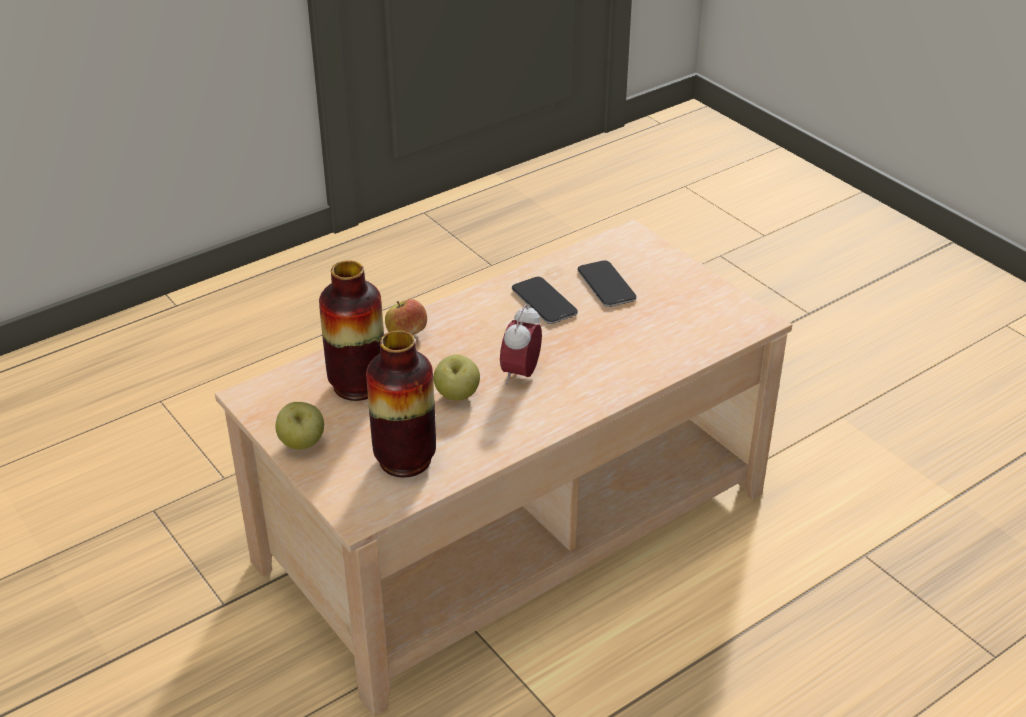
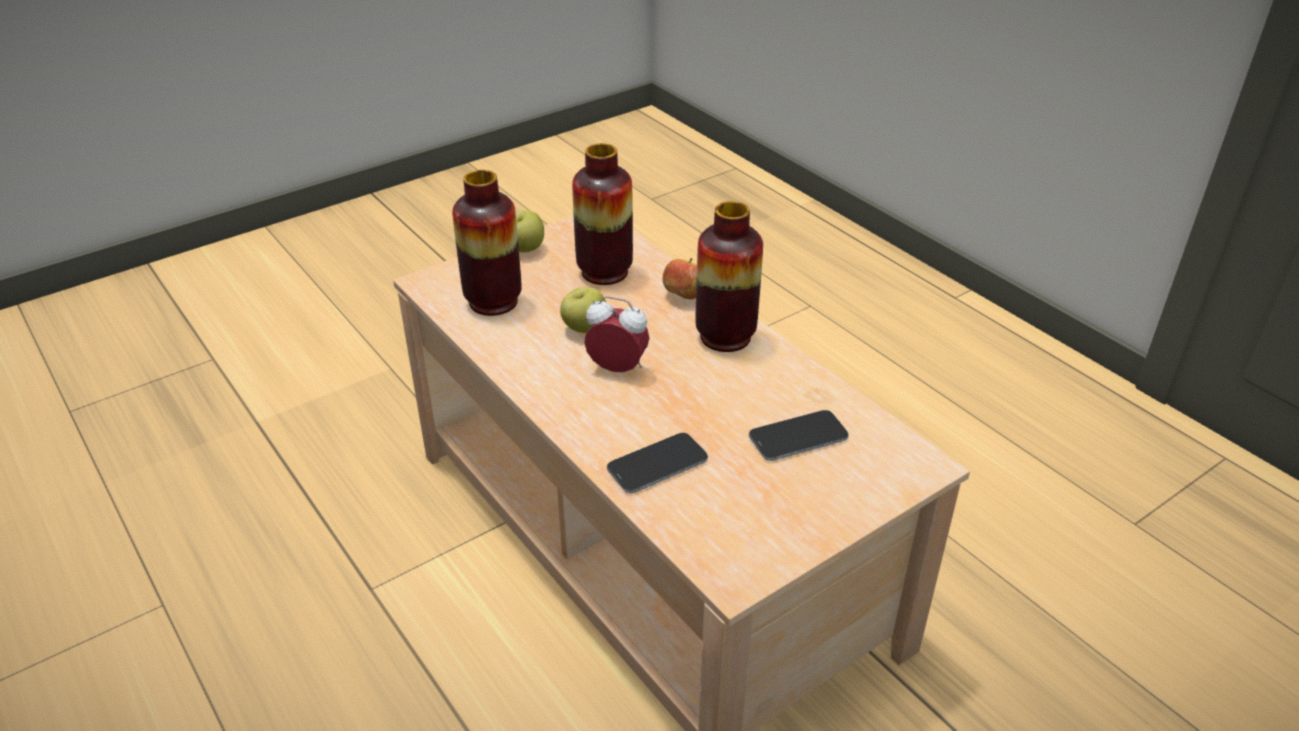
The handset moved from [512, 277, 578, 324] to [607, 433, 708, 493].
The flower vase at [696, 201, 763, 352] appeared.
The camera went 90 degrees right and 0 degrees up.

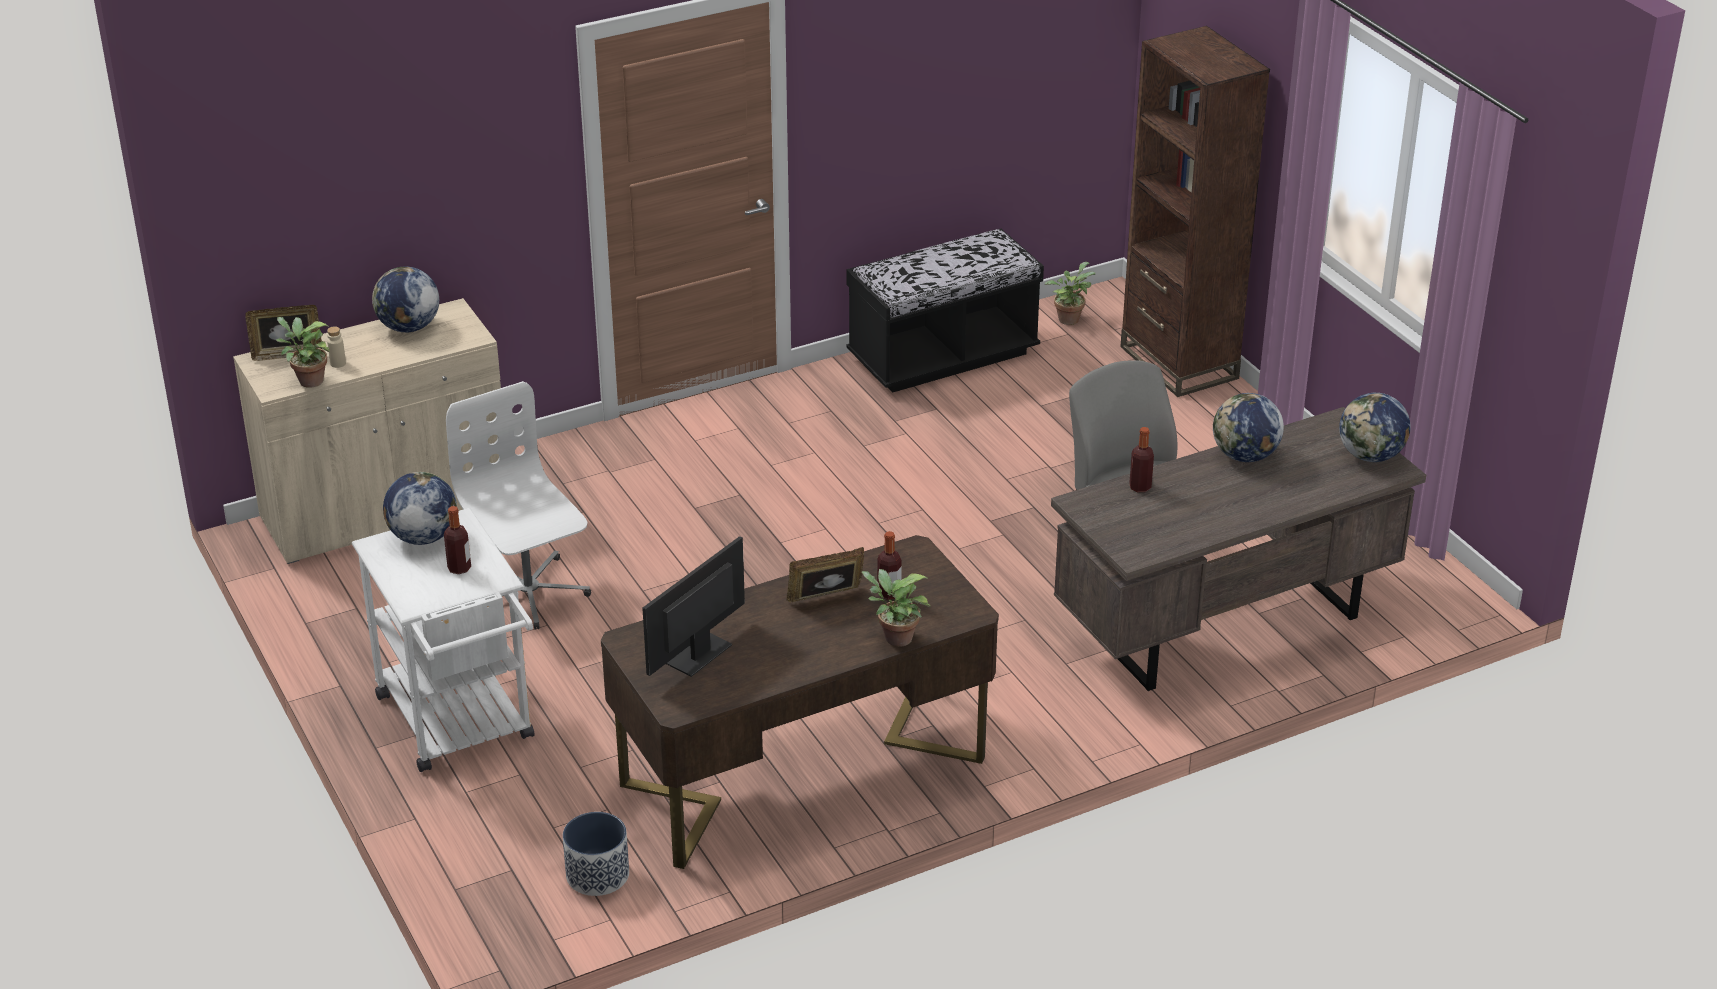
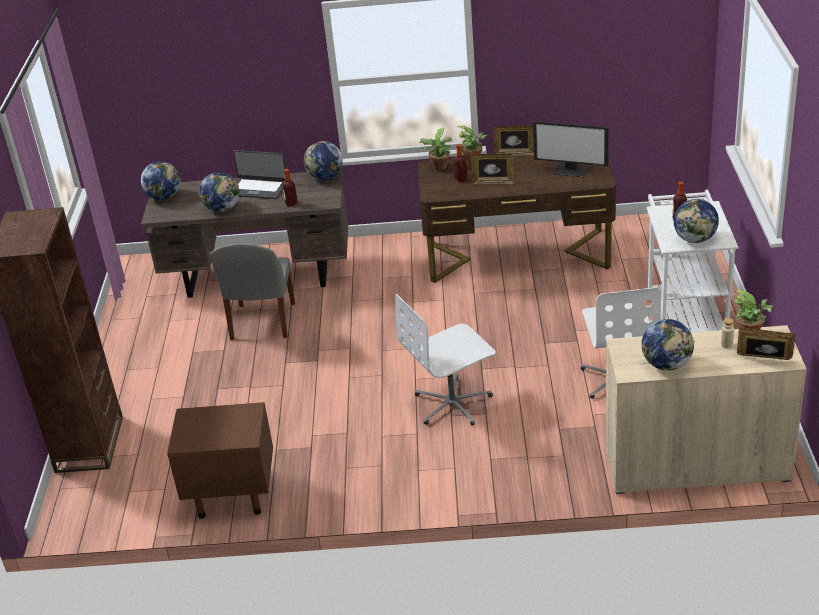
The plant pot at [563, 812, 629, 896] disappeared.
The computer screen at [642, 536, 745, 677] turned 45 degrees clockwise.
The indoor bench (black-coloured) at [846, 229, 1044, 392] was replaced by the nightstand (brown) at [167, 402, 273, 519].
The houseplant moved from [1045, 262, 1095, 325] to [418, 128, 452, 171].
The portable computer at [233, 150, 286, 199] appeared.
The desk globe at [304, 141, 343, 180] appeared.
The desk chair (white) at [395, 294, 496, 426] appeared.
The standing frame at [494, 125, 534, 156] appeared.
The camera went 150 degrees left and 0 degrees up.

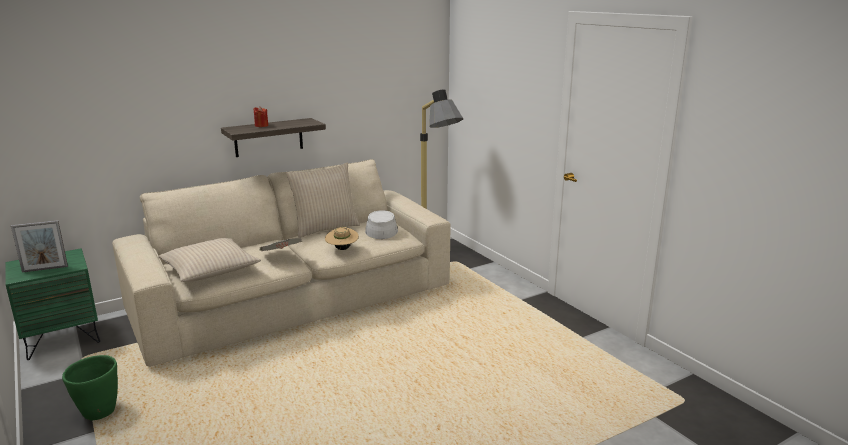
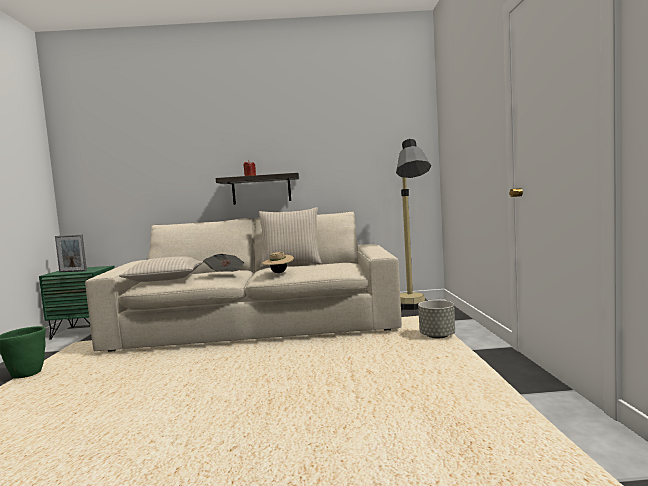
The hat (grey) at [365, 210, 398, 239] disappeared.
The plant pot (grey) at [418, 300, 455, 339] appeared.
The camera went 30 degrees right and 15 degrees down.

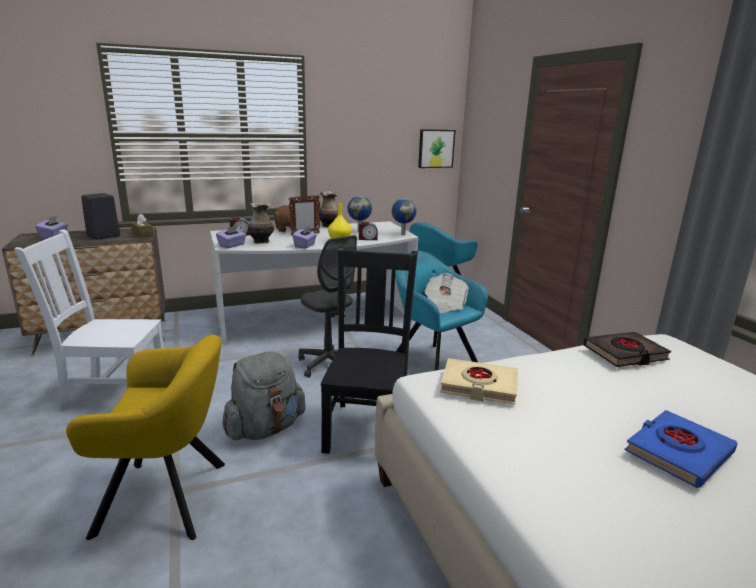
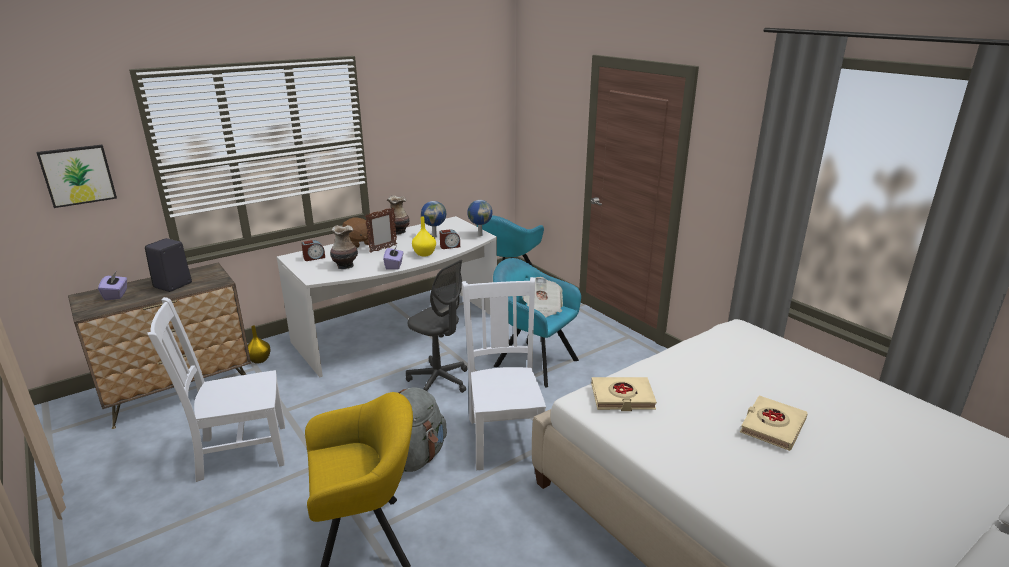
The box of tissues (brown) at [131, 214, 153, 238] disappeared.
The box of tissues (purple-coloured) at [216, 226, 246, 248] disappeared.
The chair (black-coloured) at [321, 247, 418, 454] became the chair (white) at [462, 277, 546, 470].
The wall art moved from [418, 129, 456, 168] to [36, 145, 117, 208].
The book (black-coloured) at [583, 332, 671, 367] disappeared.
The book (blue-coloured) at [624, 410, 738, 488] became the book (beige-coloured) at [740, 395, 808, 451].
The flower vase (yellow) at [248, 325, 271, 364] appeared.
The camera went 15 degrees left and 5 degrees up.

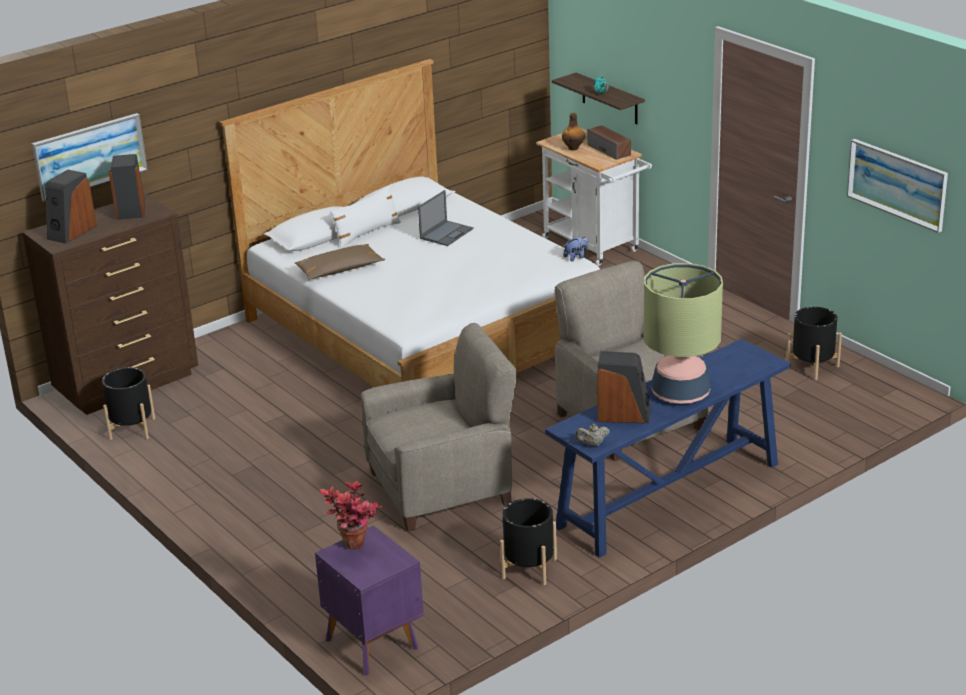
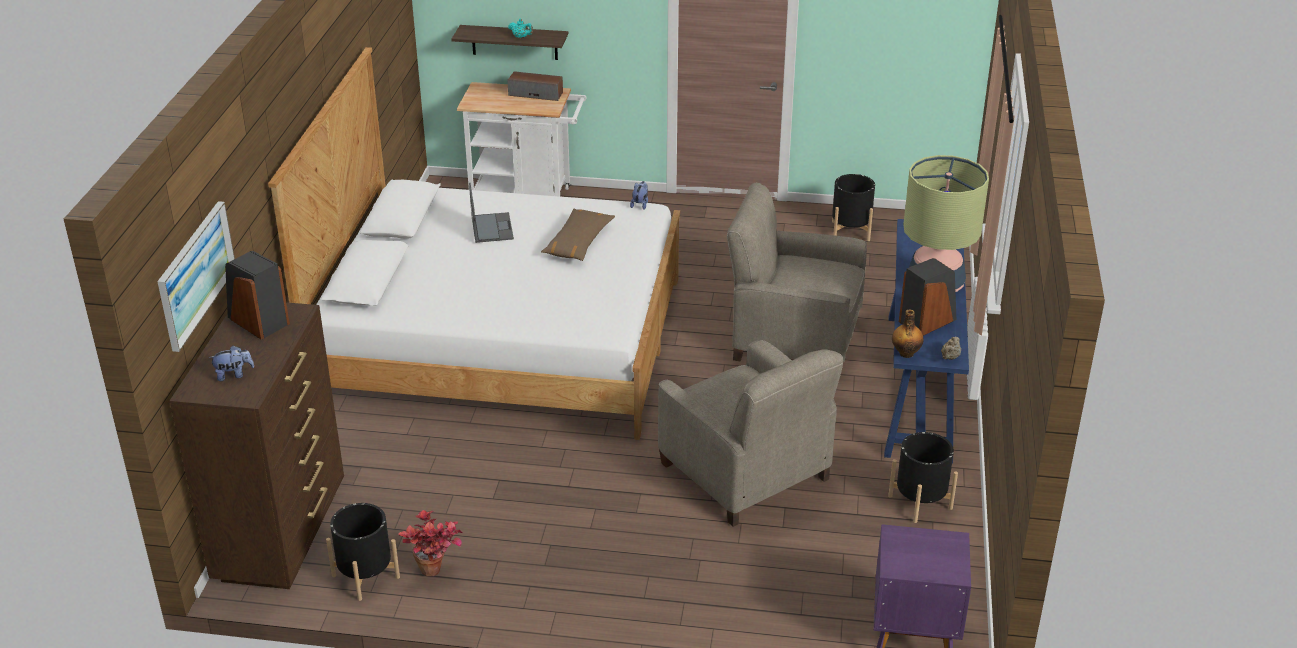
The loudspeaker at [45, 170, 97, 244] was replaced by the cuddly toy at [209, 345, 254, 381].
The throw pillow (brown) moved from [295, 244, 385, 280] to [541, 209, 615, 261].
The houseplant moved from [320, 481, 382, 549] to [398, 510, 463, 576].
The throw pillow (white) at [330, 185, 401, 249] disappeared.
The armchair (beige-coloured) at [361, 323, 517, 532] turned 120 degrees clockwise.
The beverage bottle moved from [562, 113, 585, 150] to [892, 309, 924, 358].
The wall art at [847, 139, 948, 233] disappeared.
The camera went 45 degrees left and 5 degrees up.

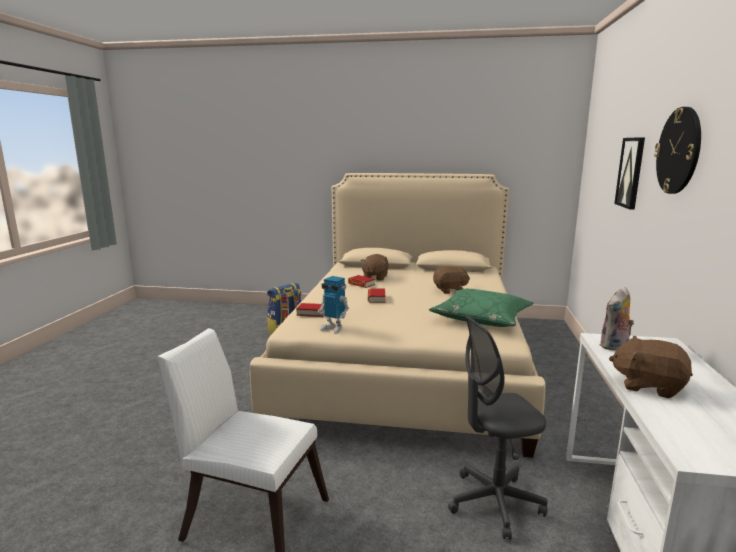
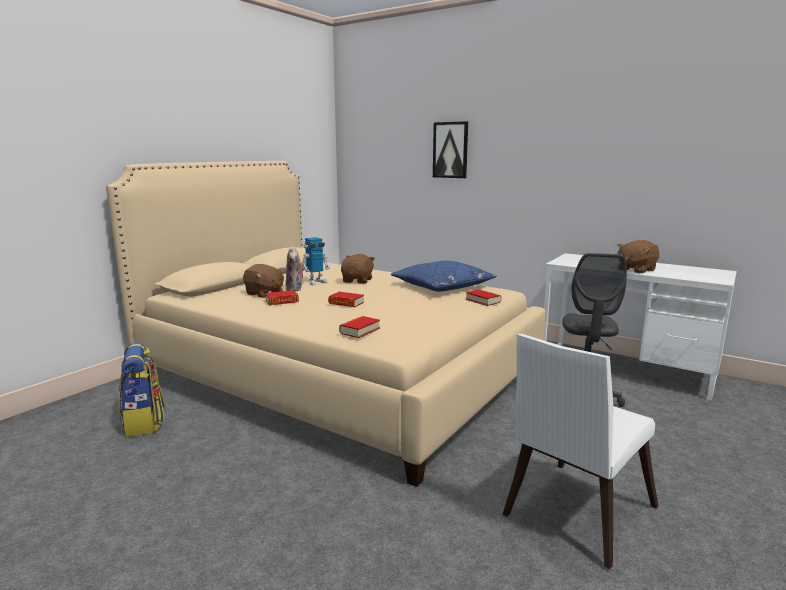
The model robot moved from [318, 276, 349, 334] to [302, 237, 330, 285].
The throw pillow (greenish) at [429, 289, 534, 327] became the throw pillow (blue-coloured) at [391, 260, 497, 292].
The cuddly toy moved from [599, 287, 634, 351] to [286, 246, 305, 292].
The hanging clock at [654, 107, 701, 194] disappeared.
The book at [466, 289, 501, 306] appeared.
The camera went 65 degrees left and 0 degrees up.

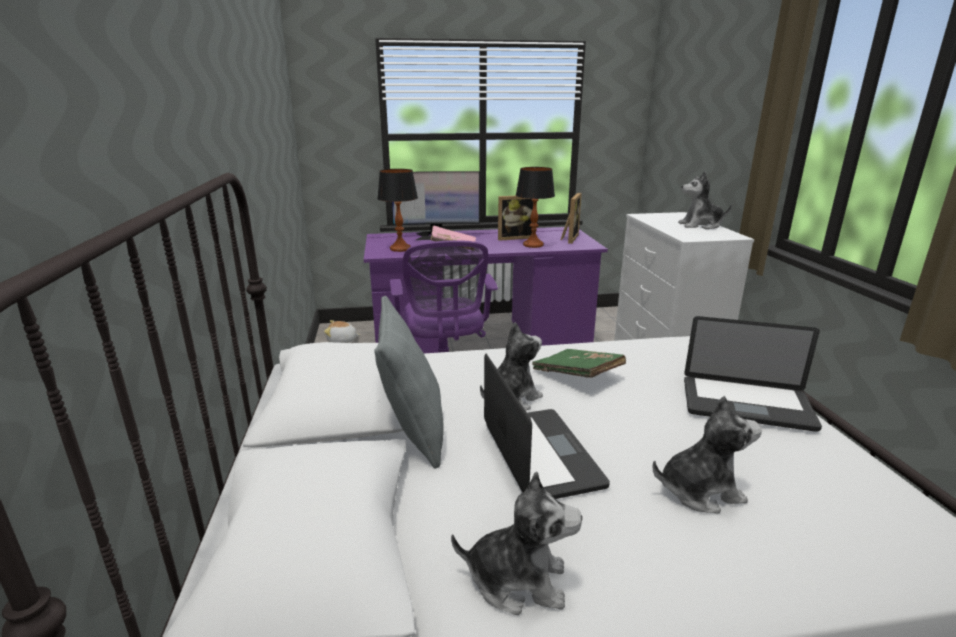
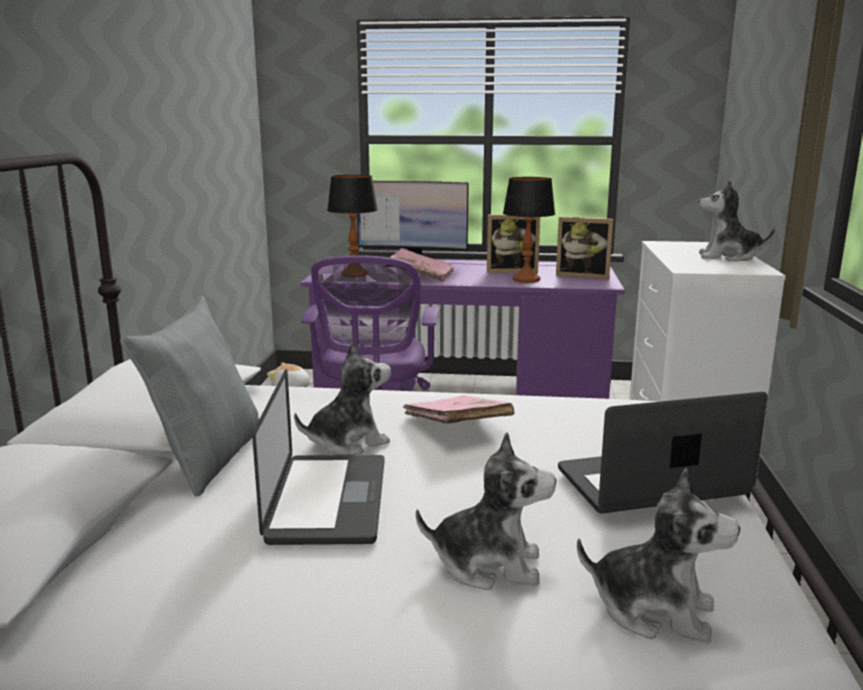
The cuddly toy moved from [451, 471, 582, 615] to [577, 468, 740, 643].
The book (greenish) at [532, 349, 626, 378] became the book (pinkish) at [403, 395, 515, 424].
The standing frame at [561, 193, 582, 244] turned 75 degrees clockwise.
The portable computer at [684, 316, 822, 432] turned 135 degrees clockwise.
The camera went 15 degrees right and 5 degrees down.

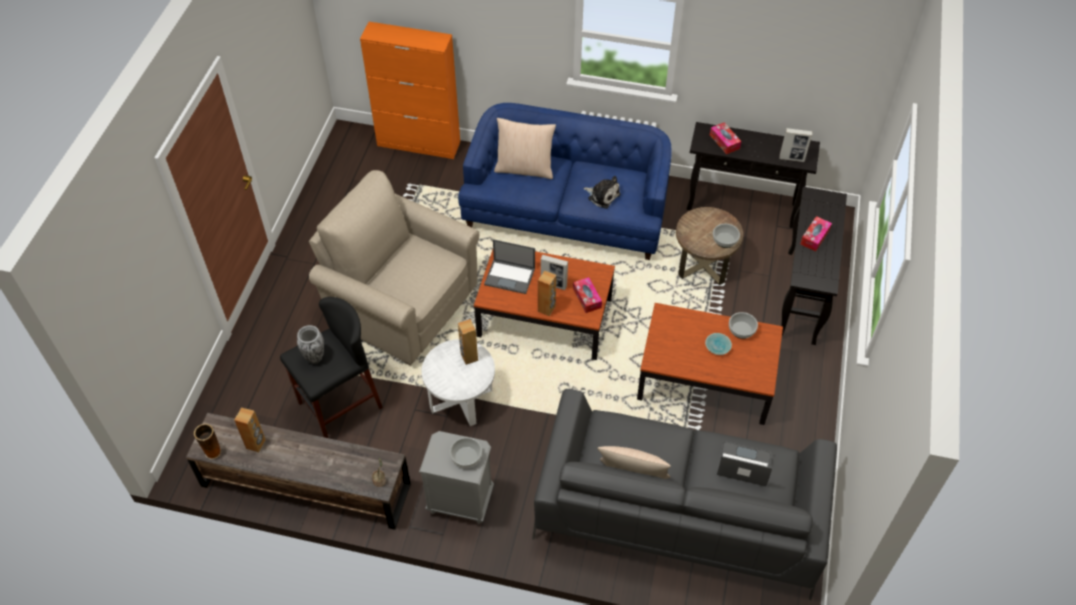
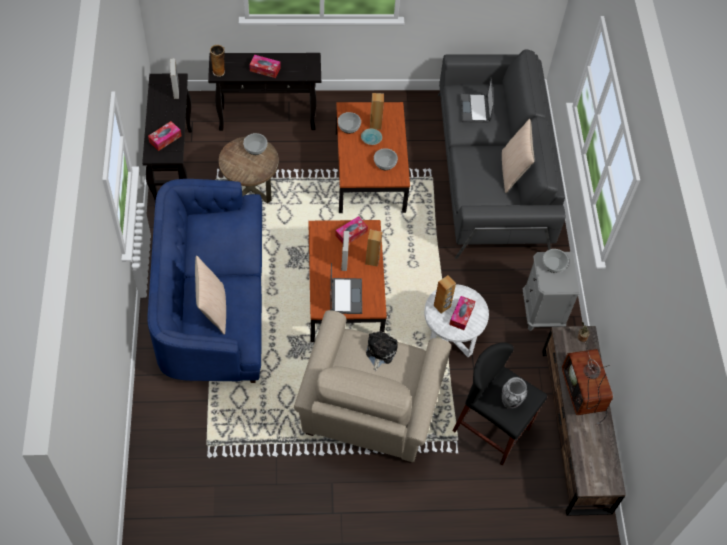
The flower vase moved from [194, 423, 221, 460] to [210, 45, 225, 77].
The loudspeaker (brown) moved from [234, 408, 266, 452] to [370, 93, 384, 129].
The cupboard (orangey) at [360, 22, 460, 159] disappeared.
The cuddly toy moved from [583, 176, 621, 209] to [366, 332, 397, 371].
The bowl at [374, 148, 398, 170] appeared.
The box of tissues at [449, 296, 476, 330] appeared.
The TV set at [562, 342, 613, 425] appeared.
The camera went 110 degrees left and 5 degrees up.

